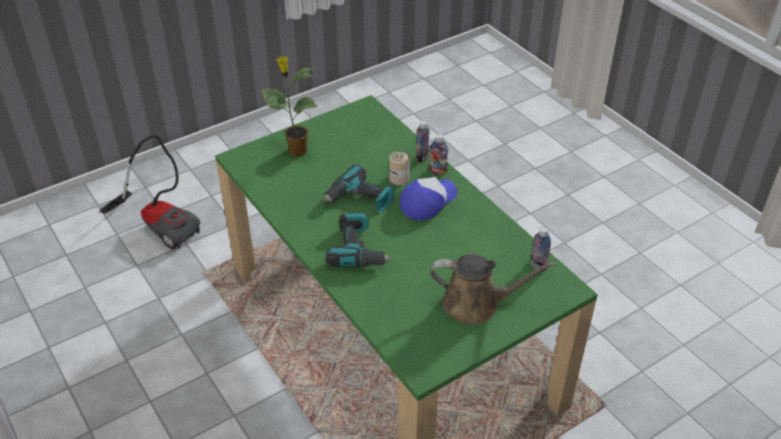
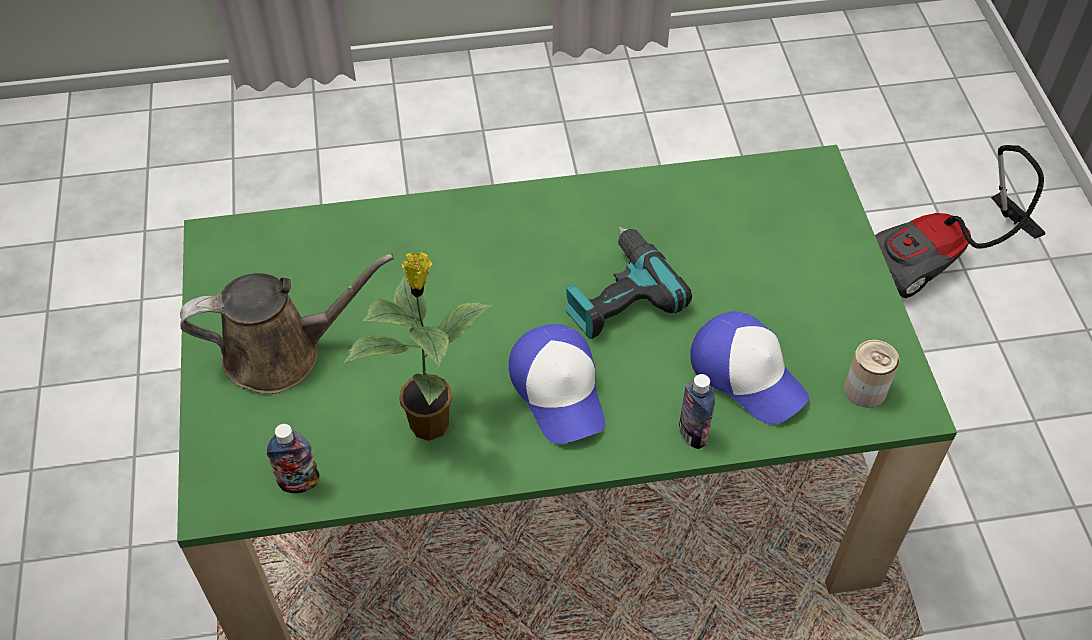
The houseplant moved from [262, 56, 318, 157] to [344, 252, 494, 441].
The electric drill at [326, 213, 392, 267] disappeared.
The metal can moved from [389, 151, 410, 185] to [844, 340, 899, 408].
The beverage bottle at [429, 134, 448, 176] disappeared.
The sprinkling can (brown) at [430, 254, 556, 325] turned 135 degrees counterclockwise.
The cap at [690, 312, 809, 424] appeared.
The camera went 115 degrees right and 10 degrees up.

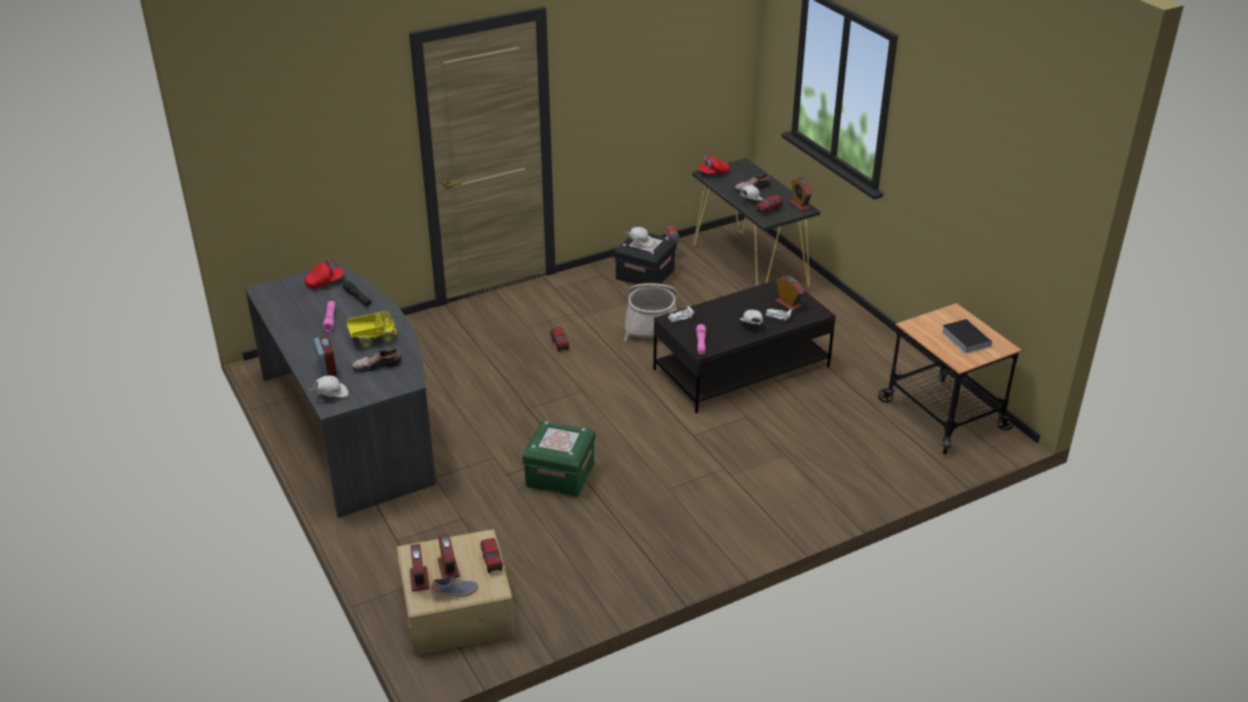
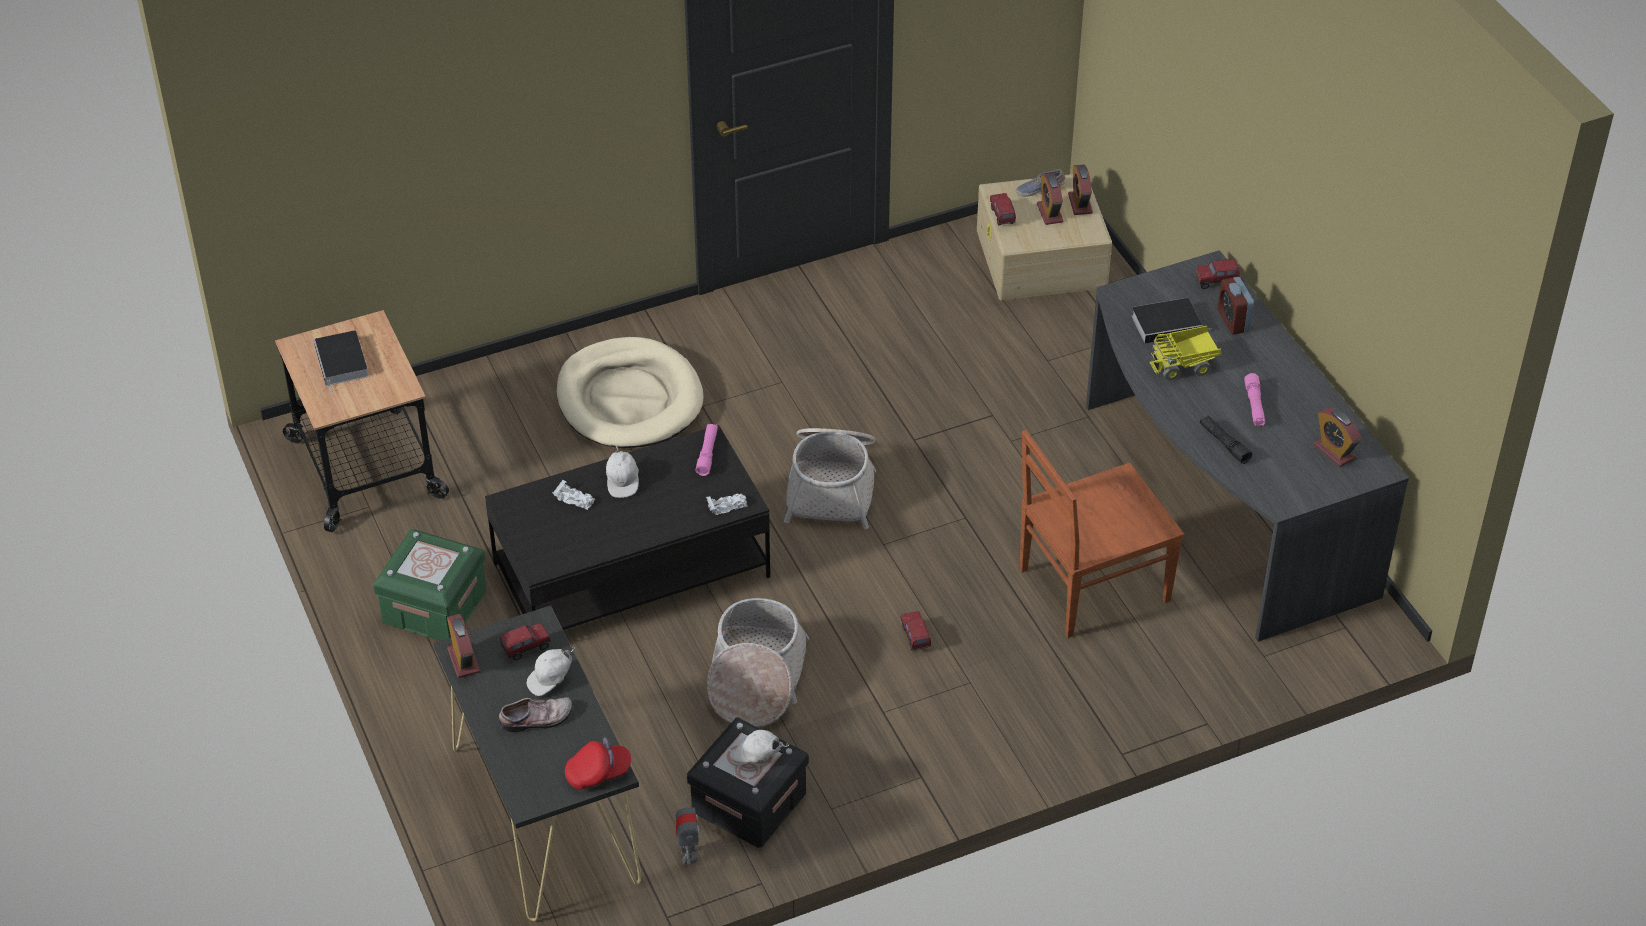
The cap (red) at [304, 259, 343, 289] disappeared.
The cap (white) at [308, 375, 349, 397] was replaced by the toy lorry at [1195, 259, 1240, 289].
The low shoe at [352, 348, 401, 372] was replaced by the book at [1131, 298, 1203, 343].
The storage bin (greenish) moved from [522, 421, 596, 497] to [373, 529, 487, 641].
The table clock moved from [775, 276, 804, 311] to [1314, 408, 1362, 467].
The dog bed (beige-coloured) at [556, 337, 704, 448] appeared.
The household basket at [784, 428, 876, 529] appeared.
The chair (brown) at [1020, 430, 1184, 638] appeared.
The camera went 175 degrees left and 10 degrees up.

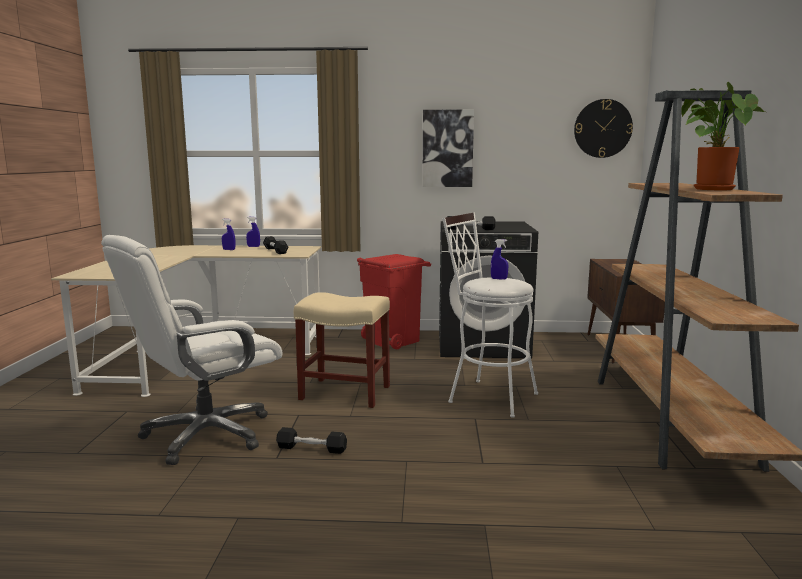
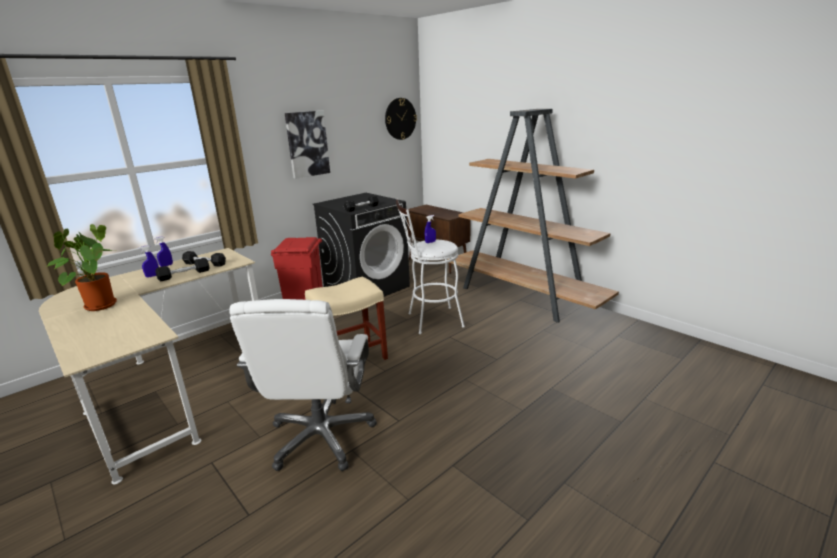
The free weight (black-coloured) moved from [276, 427, 347, 454] to [155, 258, 210, 281].
The houseplant moved from [681, 82, 765, 190] to [46, 224, 117, 311].
The camera went 45 degrees left and 10 degrees up.

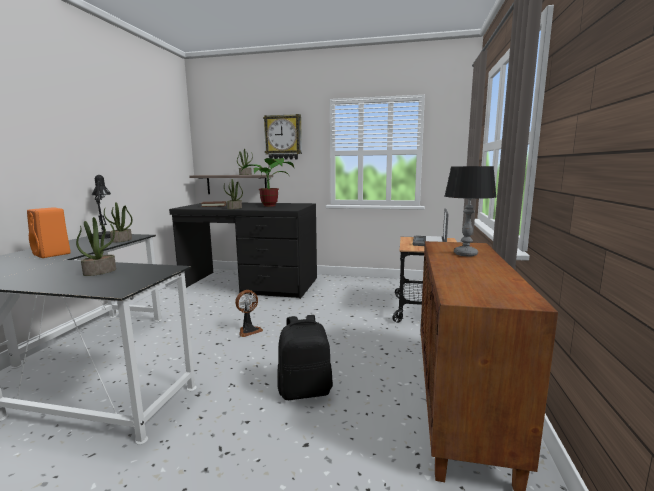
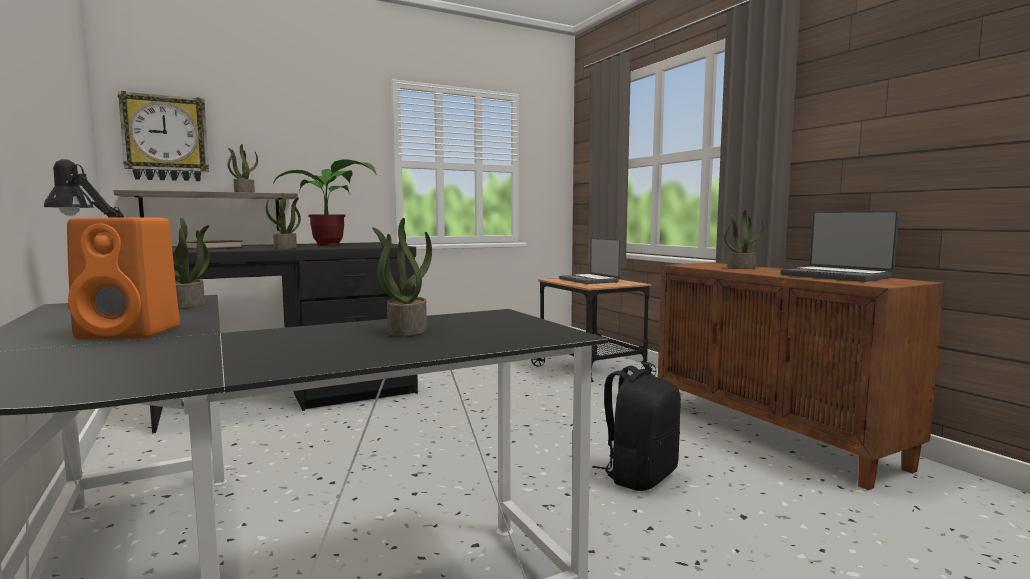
The electric fan at [235, 290, 263, 337] disappeared.
The hanging clock moved from [263, 114, 302, 160] to [118, 91, 209, 181].
The lamp for a table at [445, 166, 497, 257] was replaced by the houseplant at [724, 210, 764, 269].
The portable computer at [781, 210, 899, 282] appeared.
The camera went 40 degrees left and 5 degrees down.

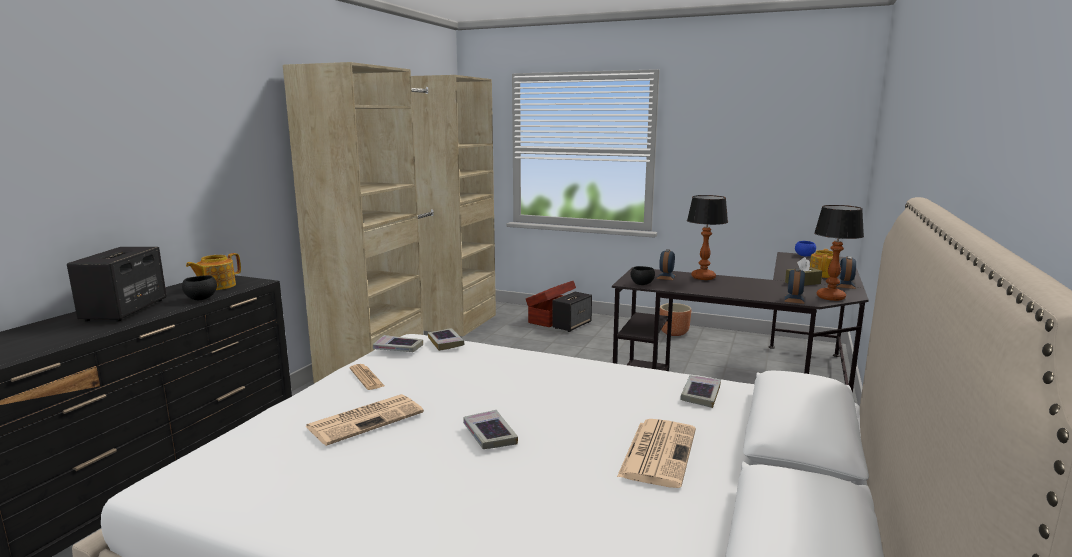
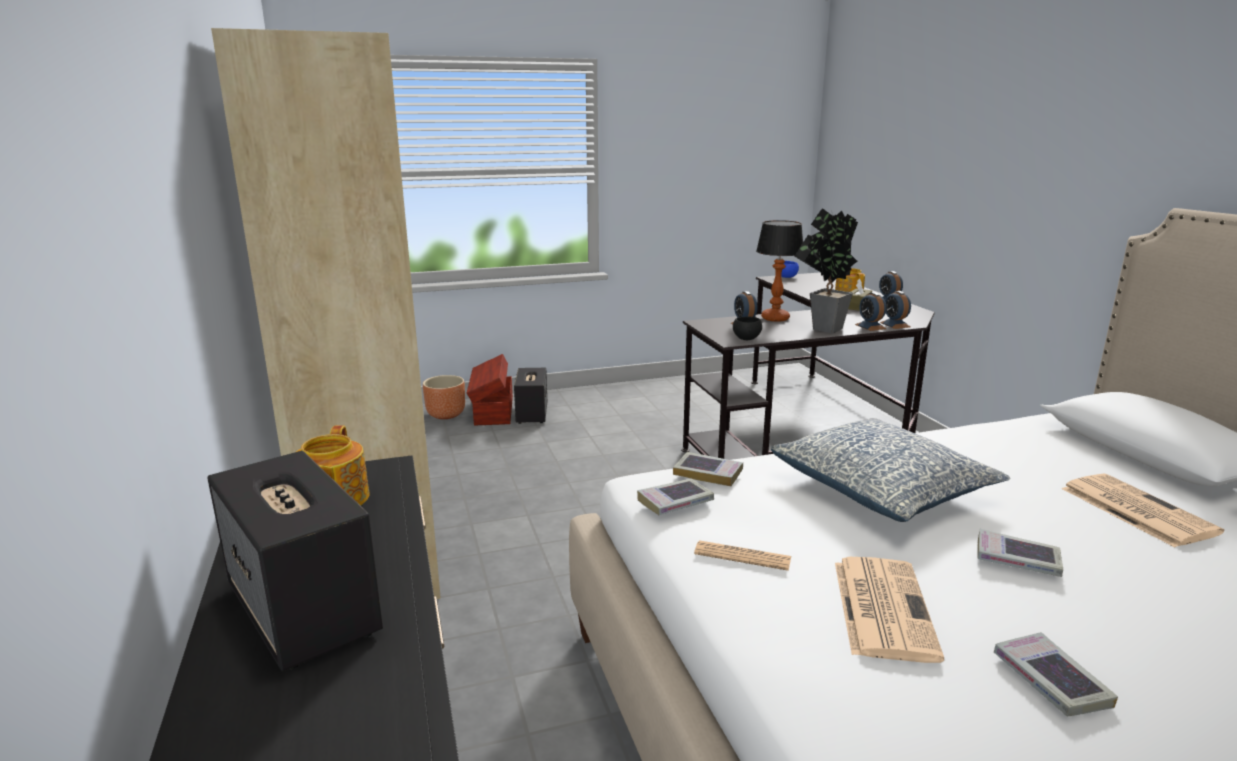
The bowl (black-coloured) at [182, 275, 217, 300] disappeared.
The plant pot (brown) moved from [660, 303, 691, 336] to [423, 375, 465, 419].
The book moved from [680, 375, 721, 408] to [994, 632, 1118, 716].
The lamp for a table at [814, 205, 864, 301] disappeared.
The throw pillow at [771, 418, 1010, 522] appeared.
The houseplant at [794, 208, 858, 333] appeared.
The table clock at [855, 292, 887, 331] appeared.
The camera went 40 degrees left and 5 degrees up.

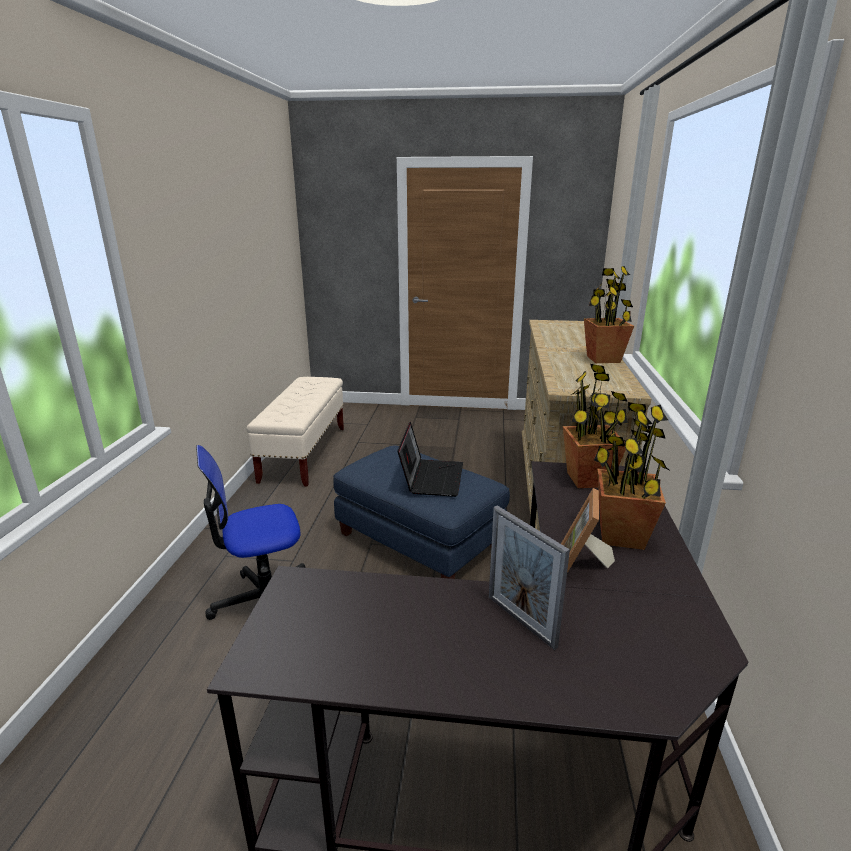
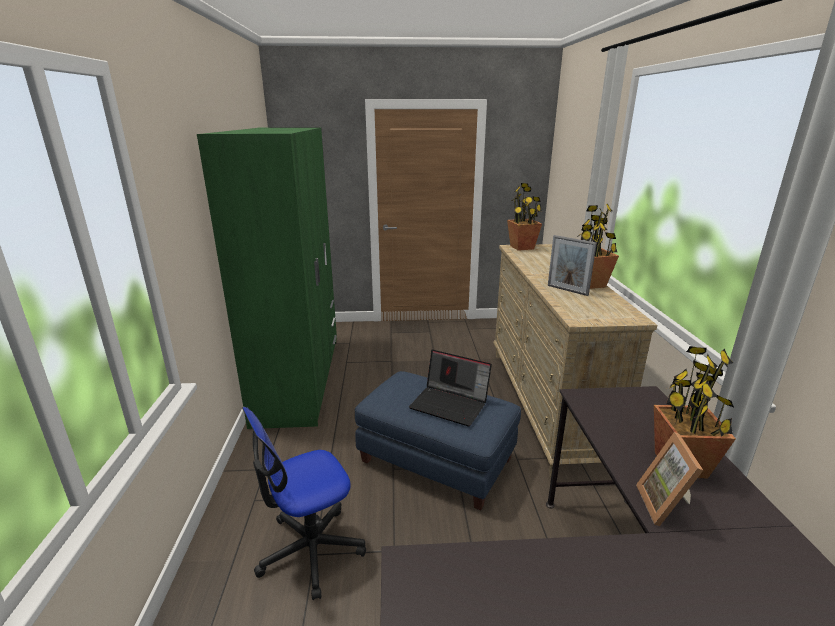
The indoor bench (beige-coloured) at [246, 377, 344, 487] was replaced by the clothes cupboard (greenish) at [197, 128, 337, 429].
The portable computer at [397, 422, 463, 497] turned 120 degrees clockwise.
The standing frame moved from [489, 505, 570, 650] to [548, 235, 597, 296].
The houseplant moved from [563, 364, 628, 488] to [507, 183, 542, 251].
The camera went 10 degrees left and 0 degrees up.

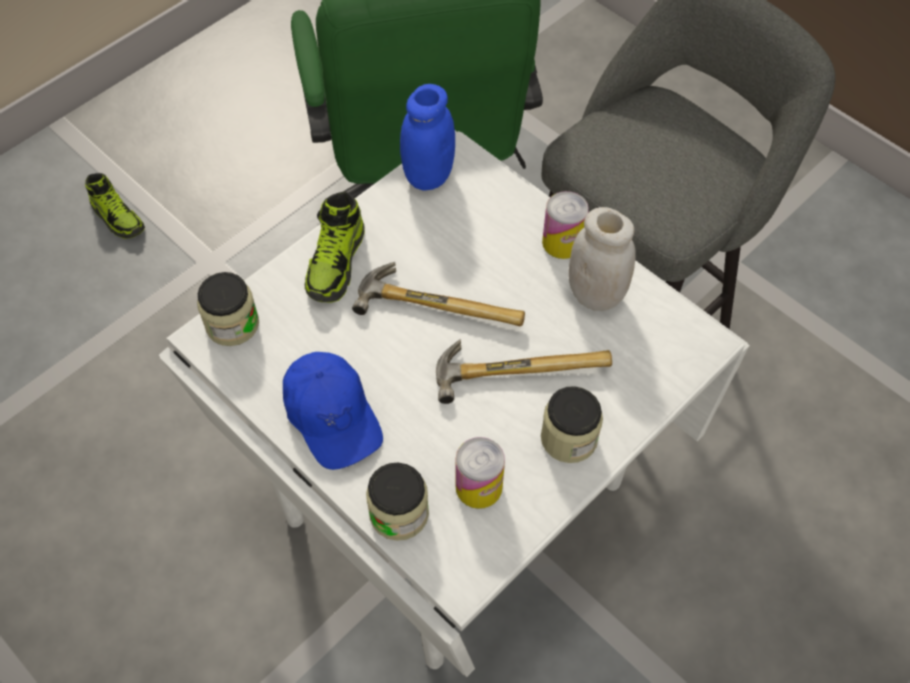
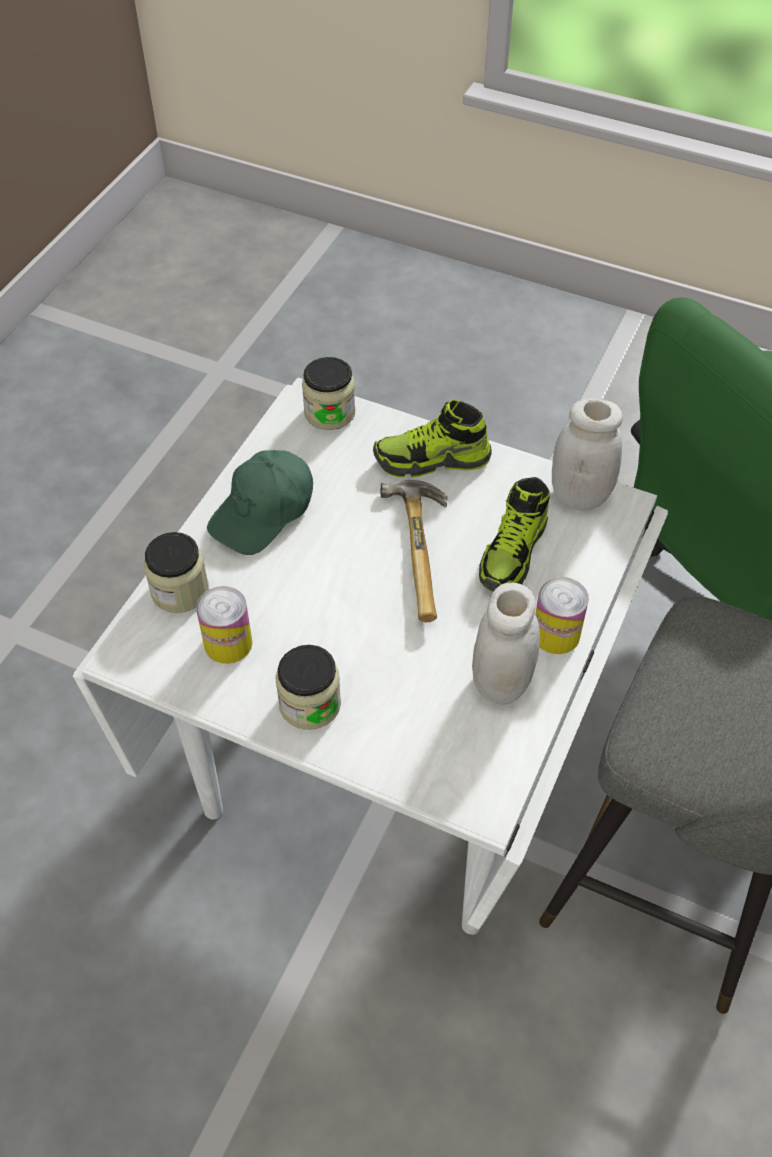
The low shoe moved from [85, 173, 145, 239] to [479, 477, 550, 592].
The cap (blue-coloured) at [283, 352, 383, 470] became the cap (greenish) at [207, 450, 313, 555].
The jar (blue-coloured) at [400, 84, 455, 190] became the jar (white) at [552, 399, 623, 510].
The hammer at [436, 339, 612, 404] disappeared.
The camera went 70 degrees right and 5 degrees down.

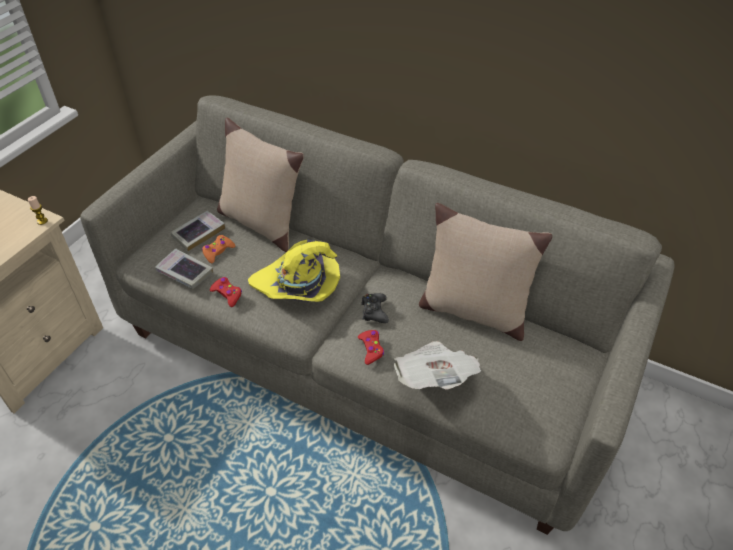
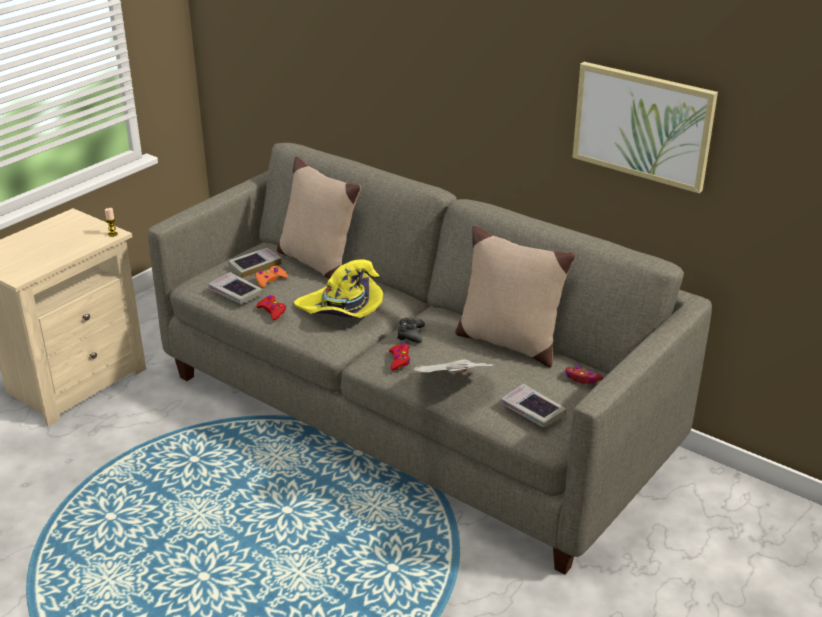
The book at [501, 384, 566, 428] appeared.
The gamepad (red) at [565, 366, 603, 384] appeared.
The wall art at [572, 62, 718, 193] appeared.
The camera went 10 degrees right and 15 degrees down.

